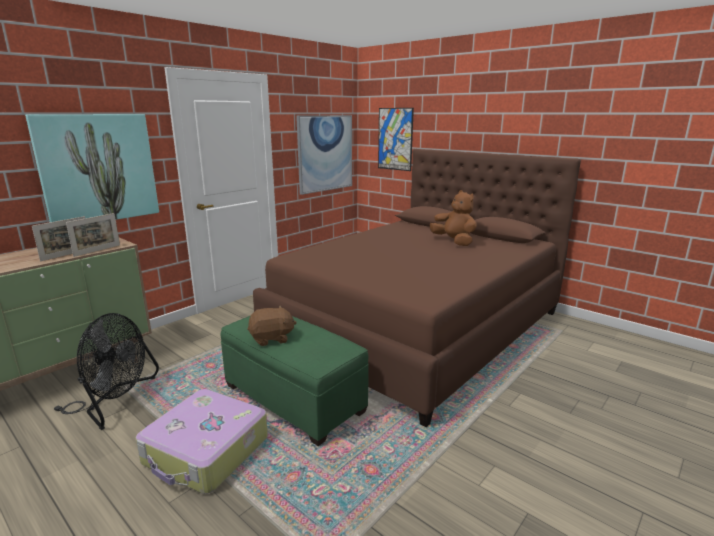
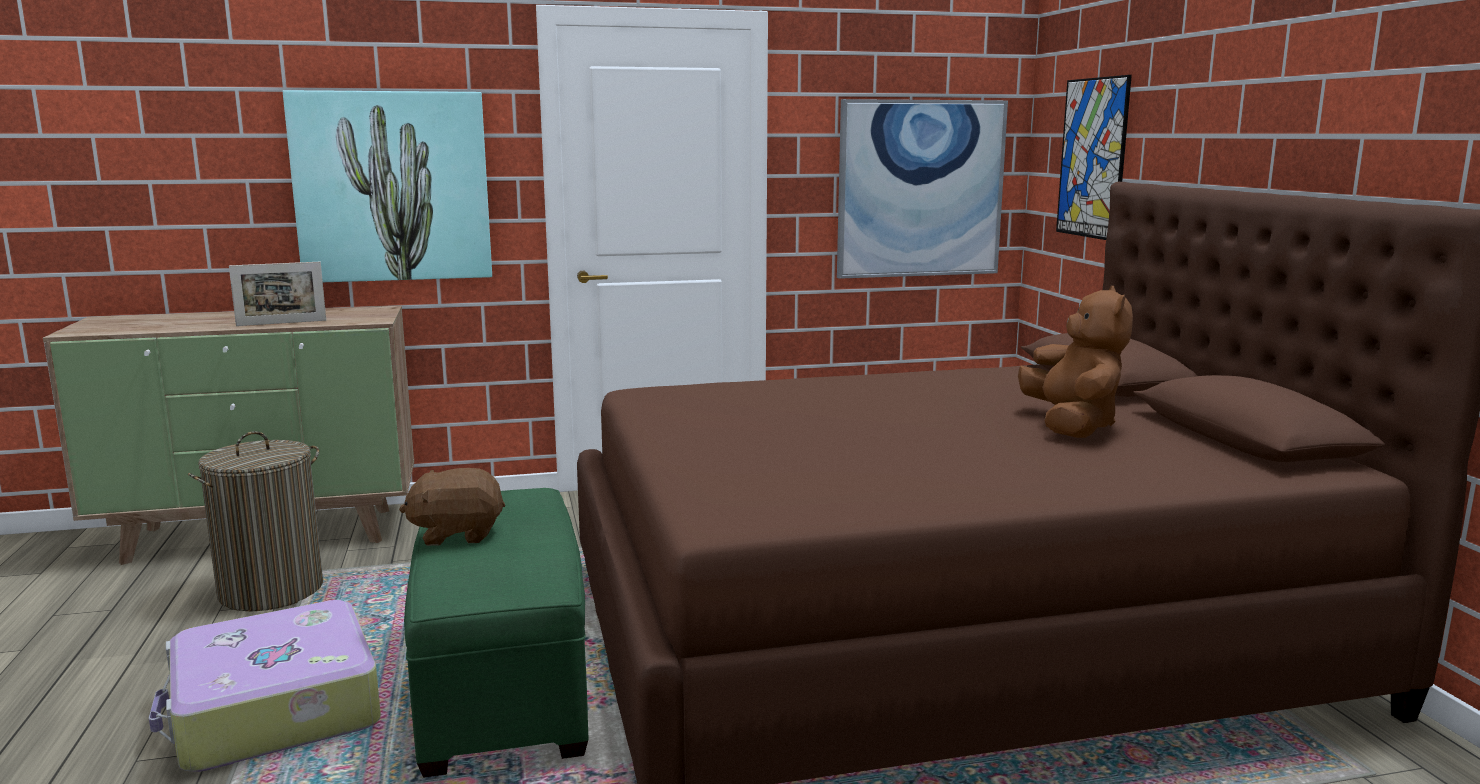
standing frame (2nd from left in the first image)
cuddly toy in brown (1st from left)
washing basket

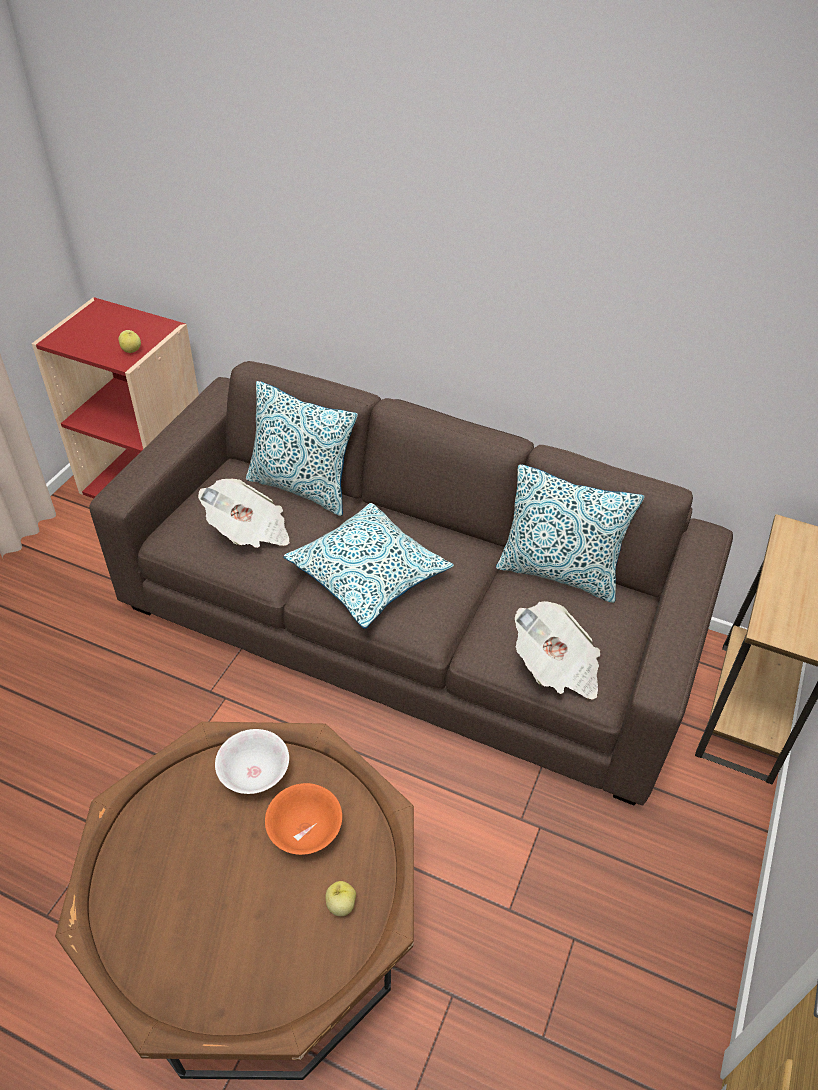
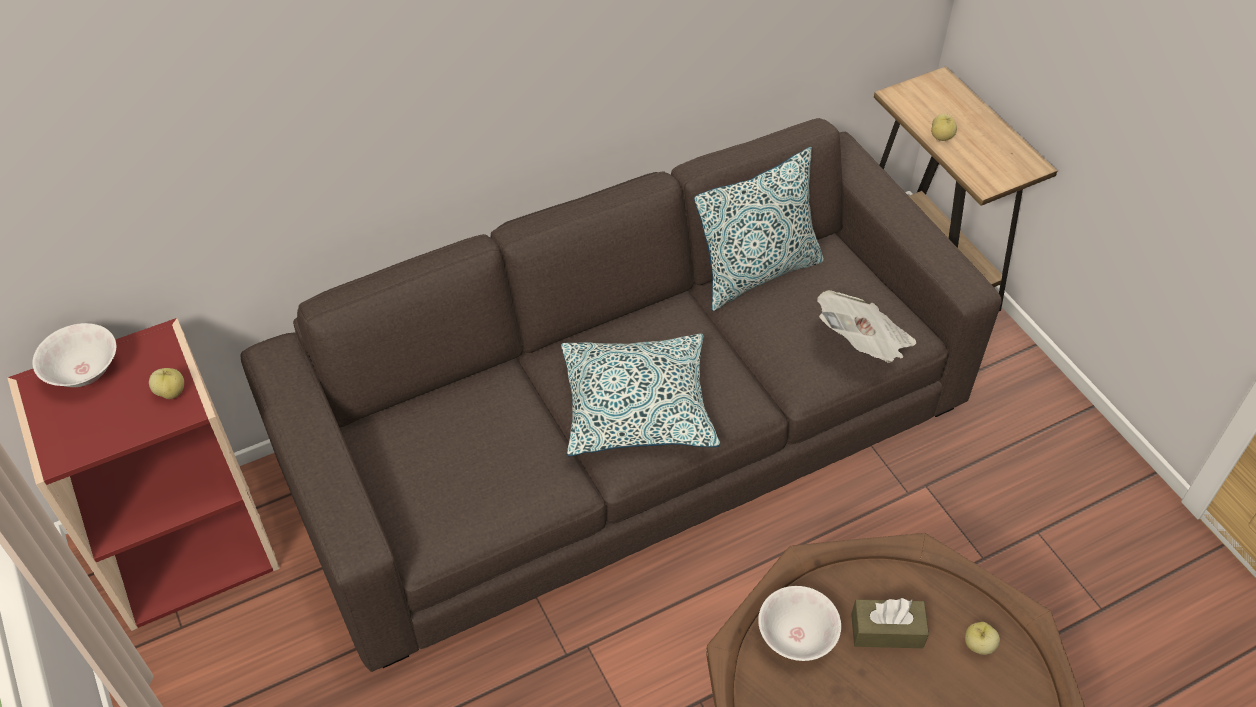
cushion (1st from left in the first image)
printed paper (1st from left in the first image)
tissue box in brown
whole apple (2nd from left)
serving bowl in white-coloured (1st from left)

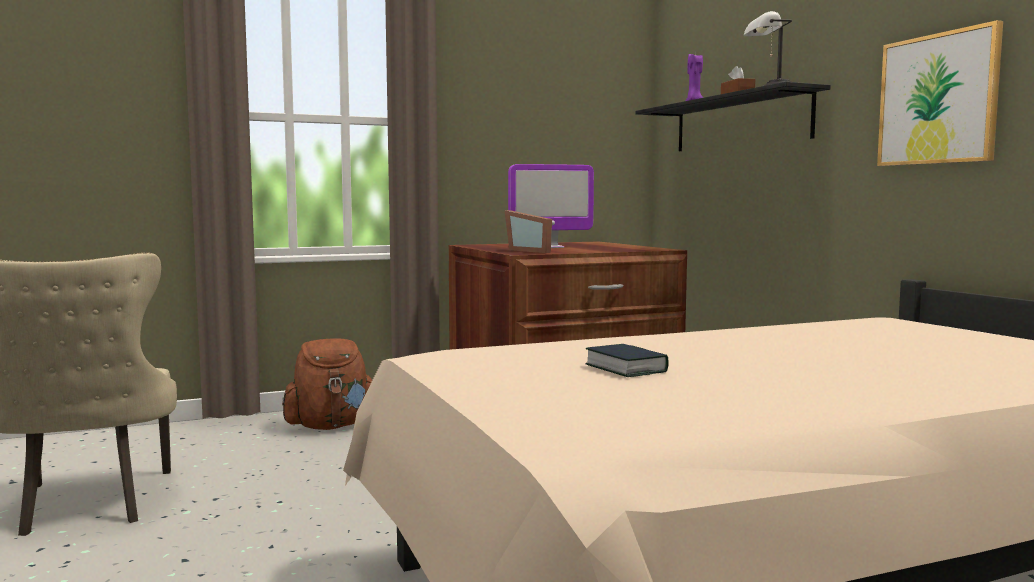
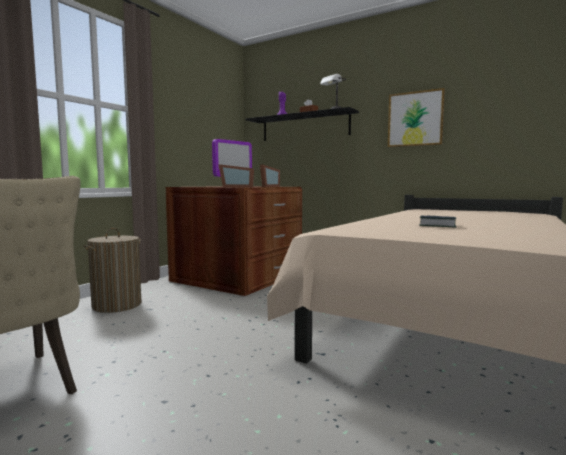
washing basket
standing frame (2nd from left)

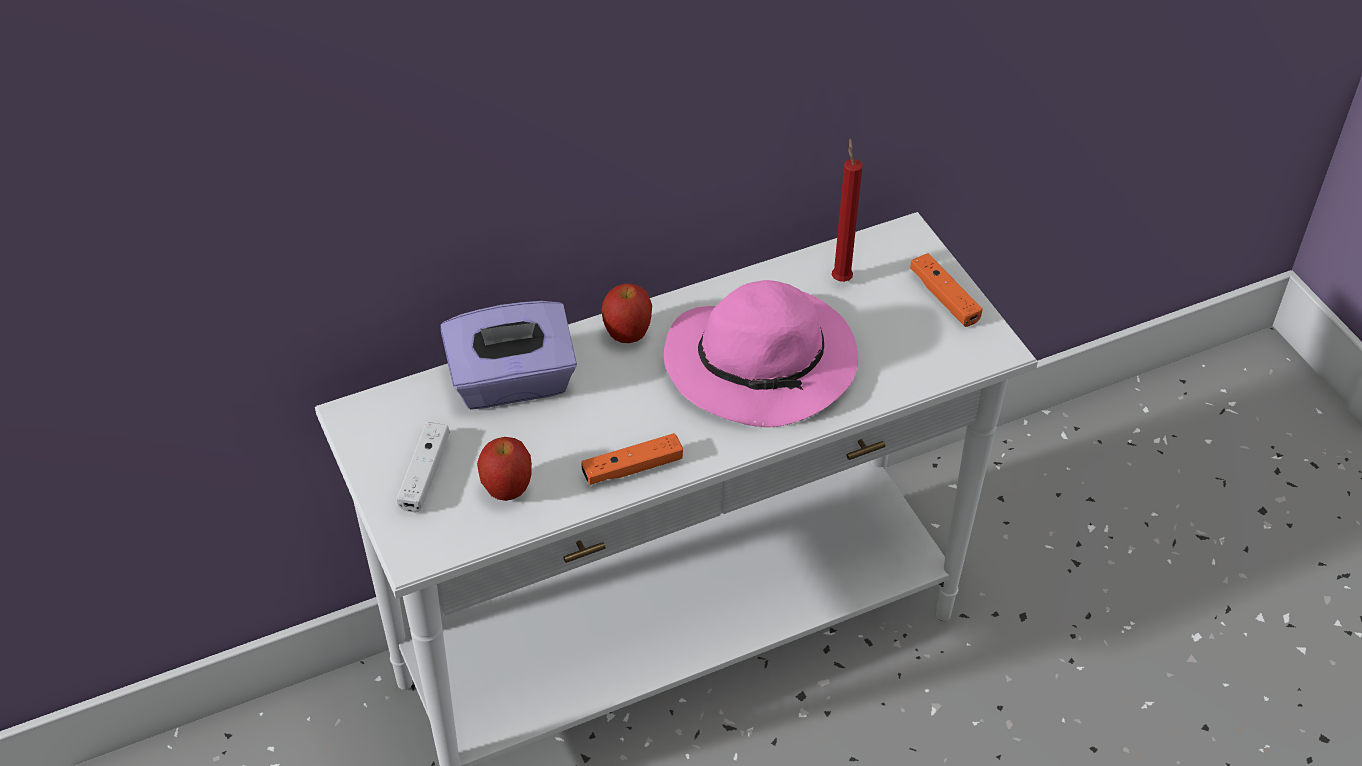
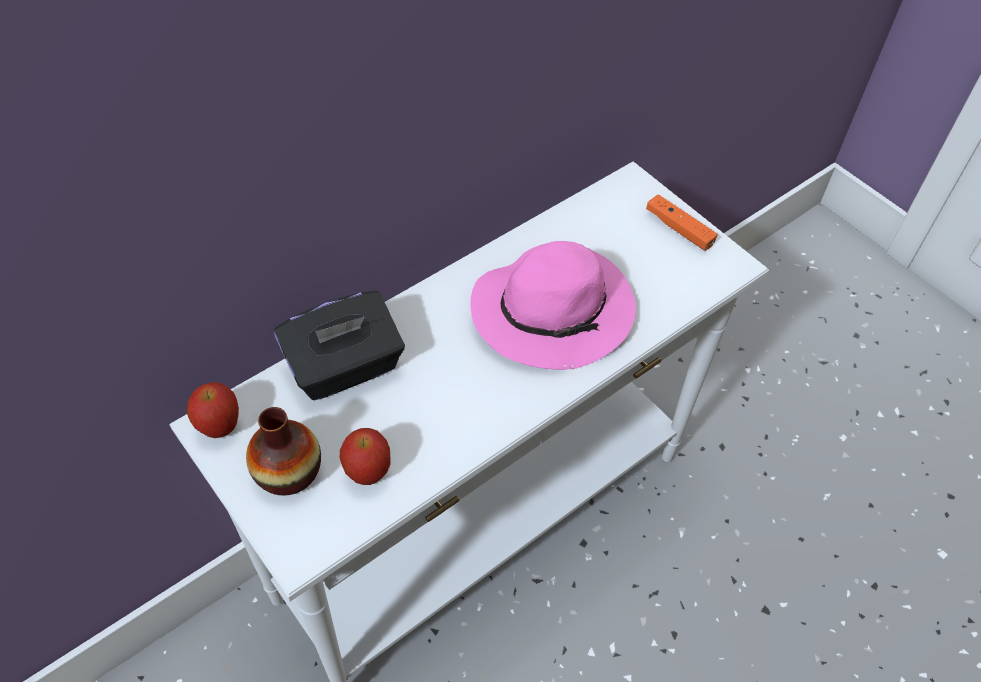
wax candle in reddish
whole apple (1st from left)
tissue box in blackish
vase
joypad in orange-coloured (1st from left in the first image)

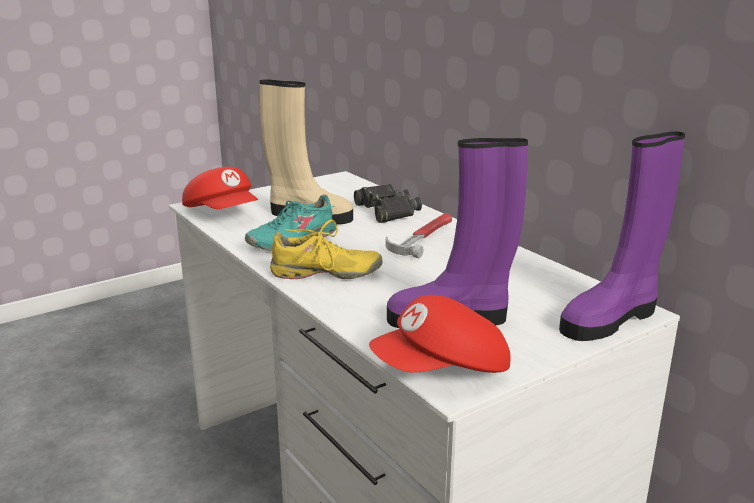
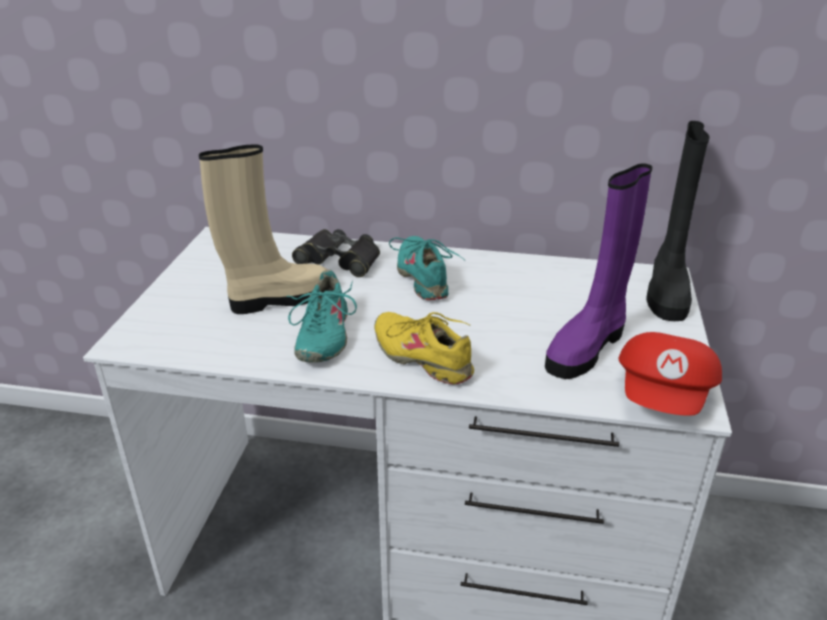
tall boot in blackish
baseball cap in reddish (1st from left in the first image)
shoe in turquoise (2nd from left)
shoe in yellow-coloured

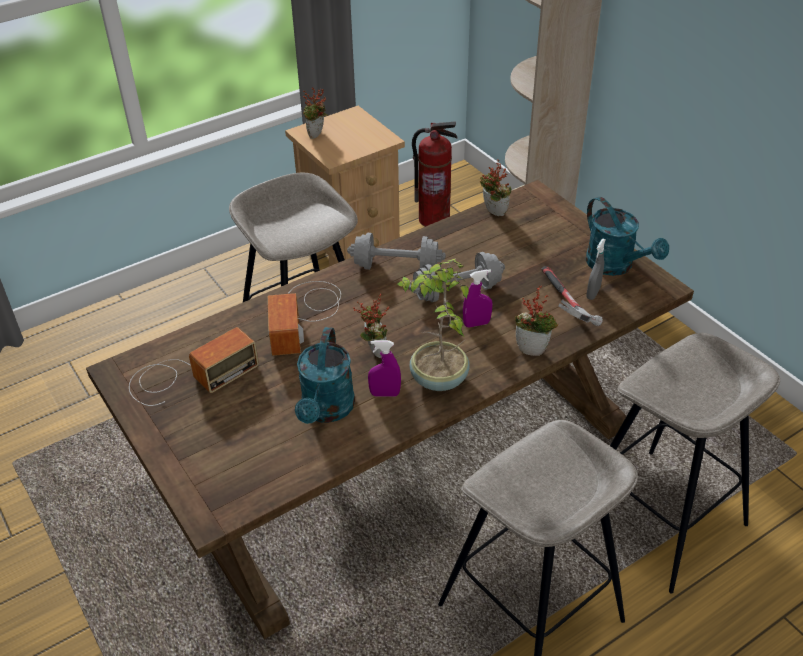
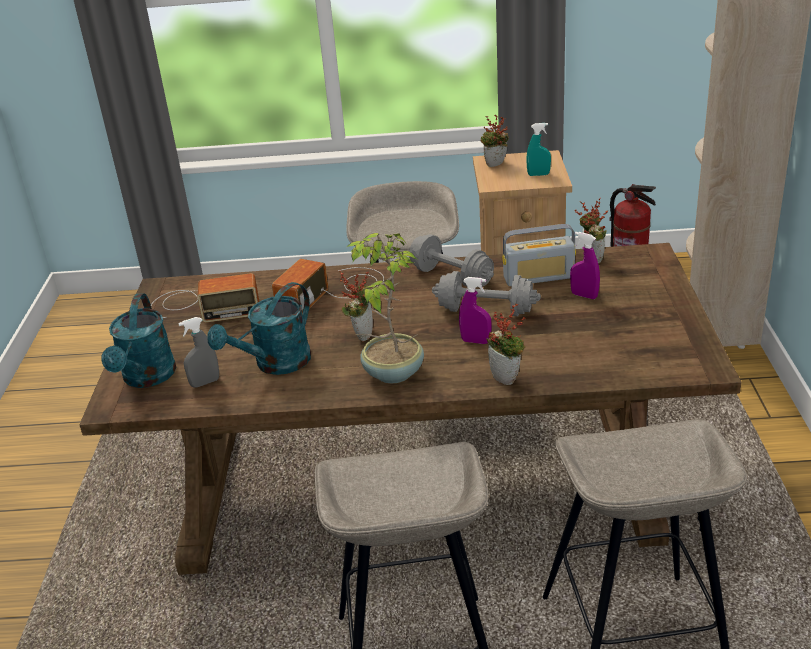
sprinkling can in turquoise (1st from left)
hand sprayer in gray
tool hammer
hand sprayer in purple (2nd from left)
hand sprayer in turquoise
radio receiver (3rd from left)

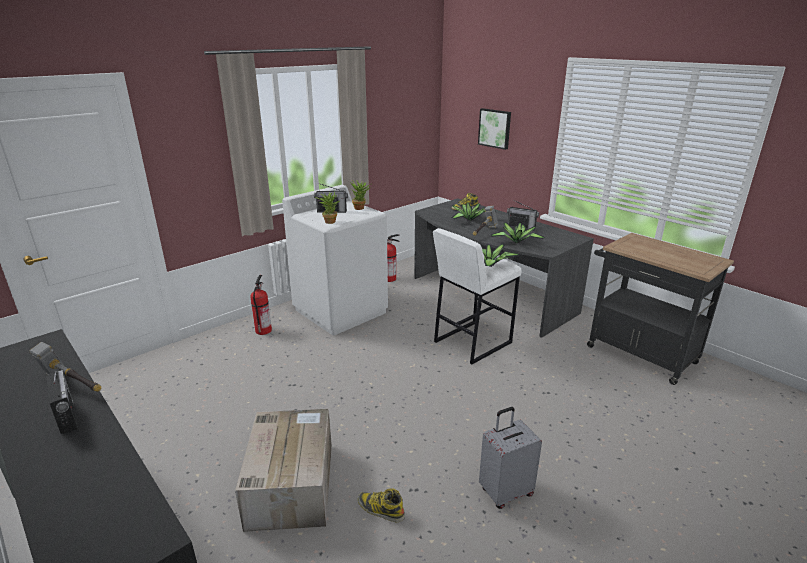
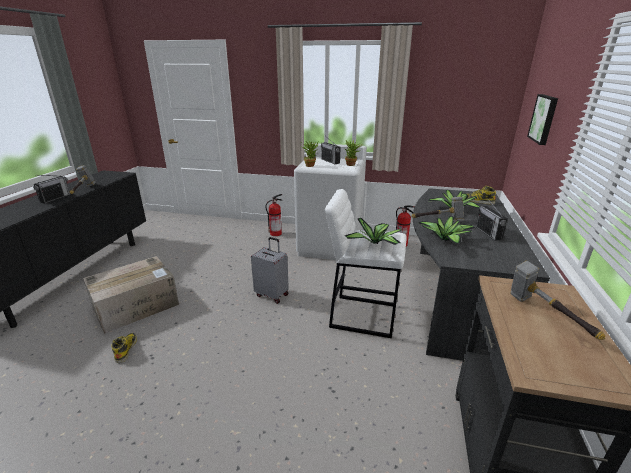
travel case in gray
tool hammer (3rd from left)

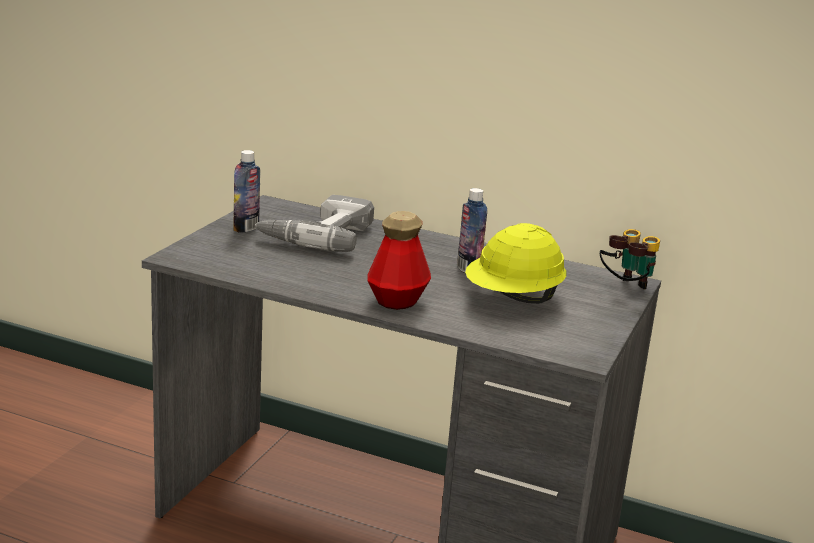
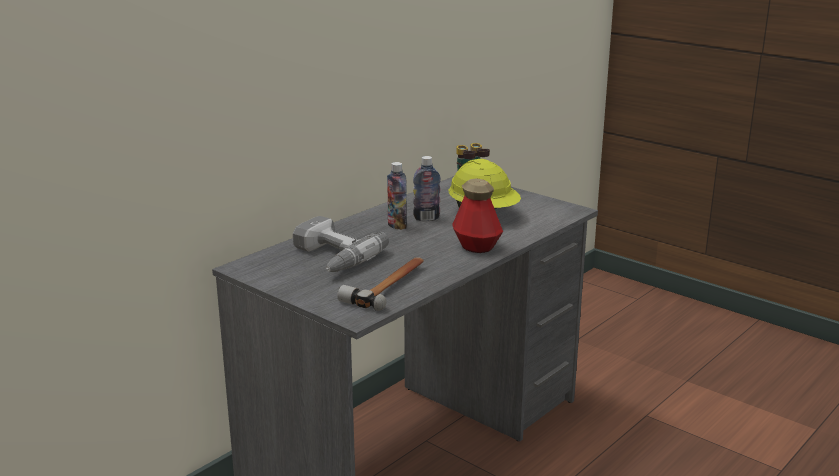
drink bottle (1st from left)
tool hammer

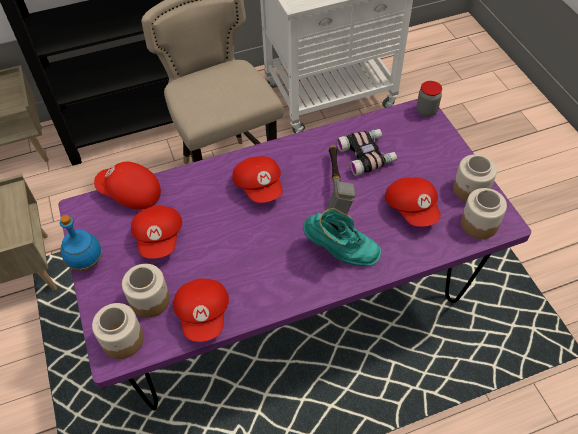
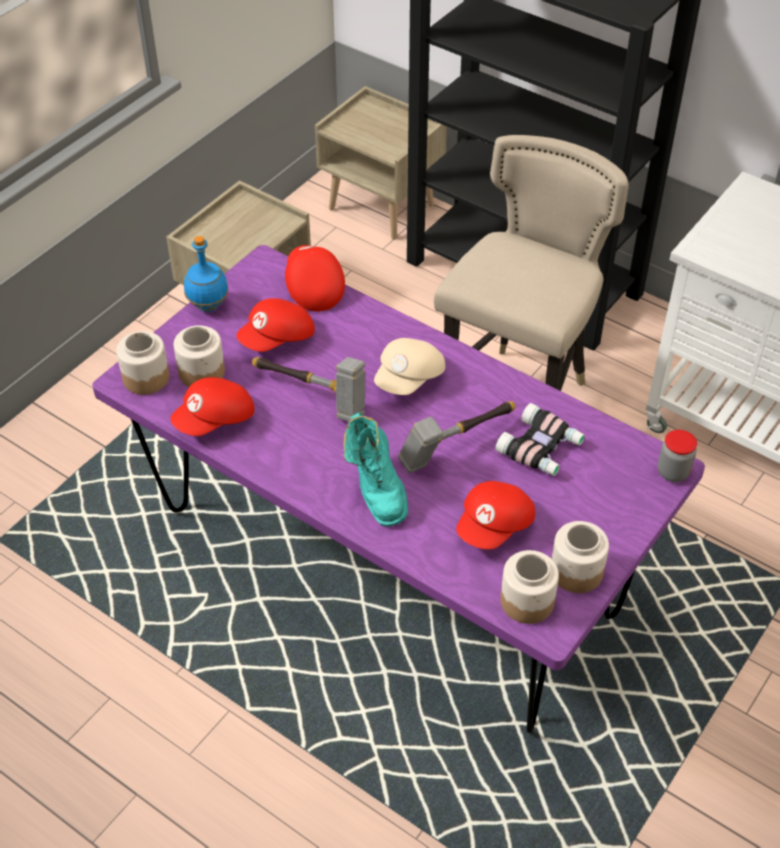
baseball cap in beige
tool hammer (1st from left)

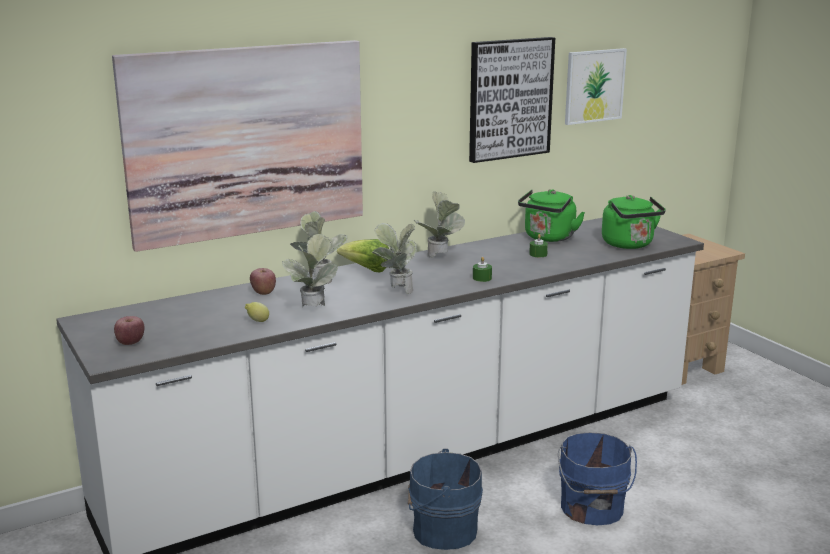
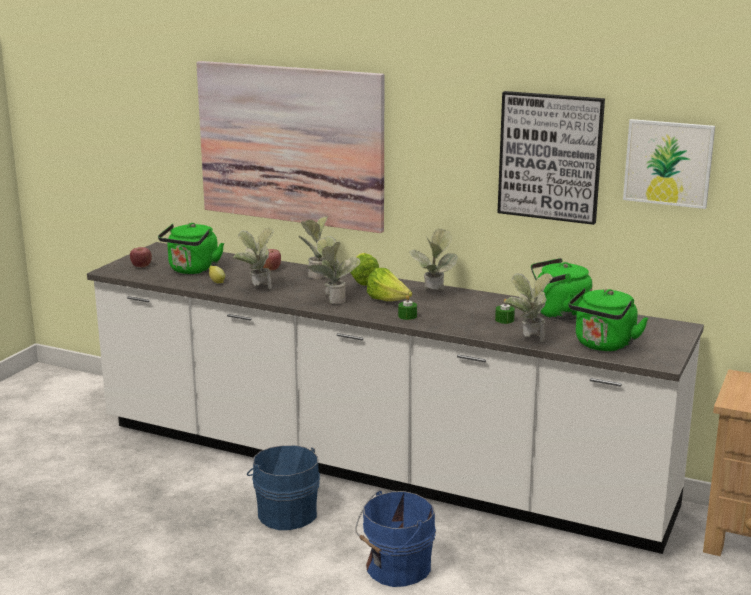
kettle in green-coloured (1st from left)
lettuce head (2nd from left)
plant in a pot (5th from left)

